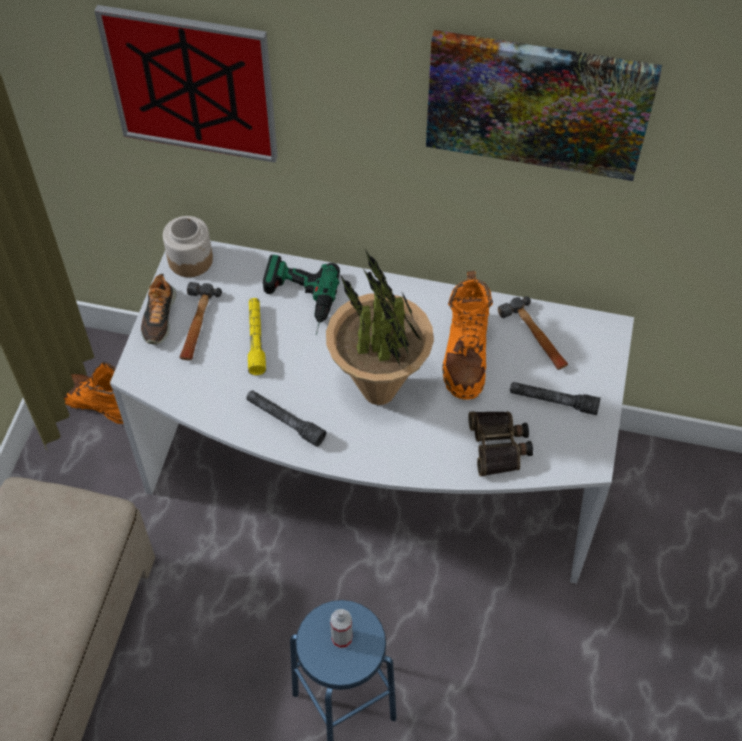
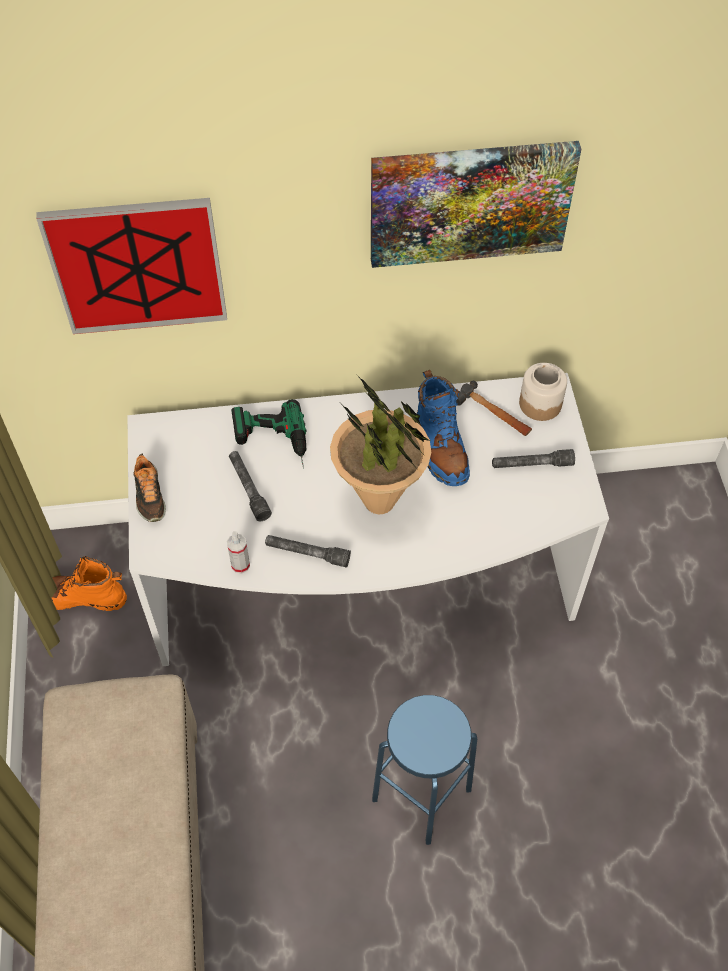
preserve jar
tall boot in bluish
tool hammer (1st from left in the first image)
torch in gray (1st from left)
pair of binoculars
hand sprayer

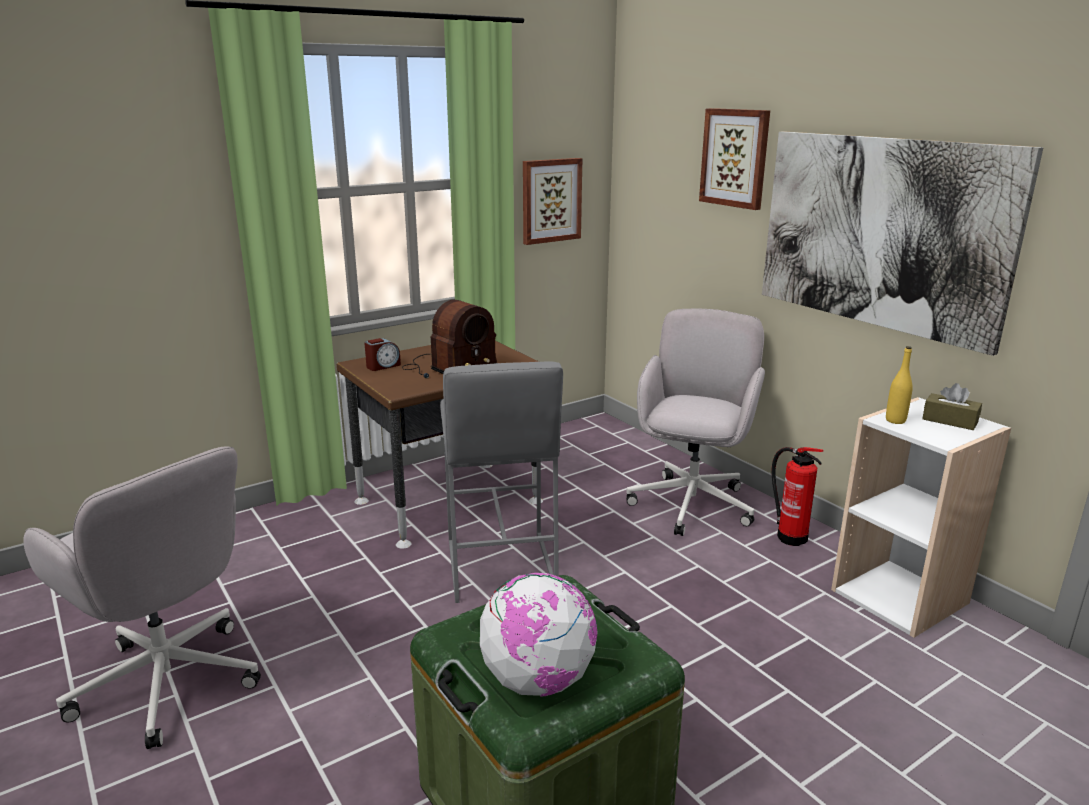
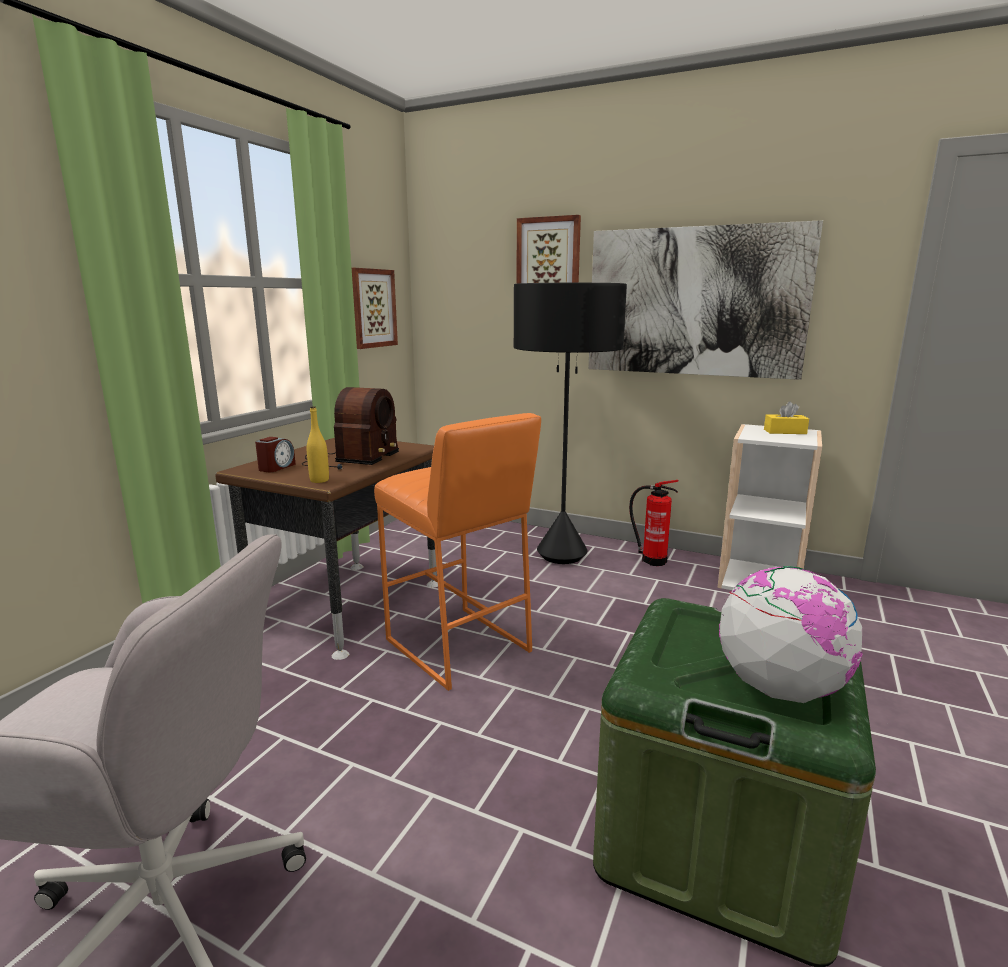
floor lamp in blackish
drink bottle in yellow-coloured
stool in orange-coloured
tissue box in yellow-coloured

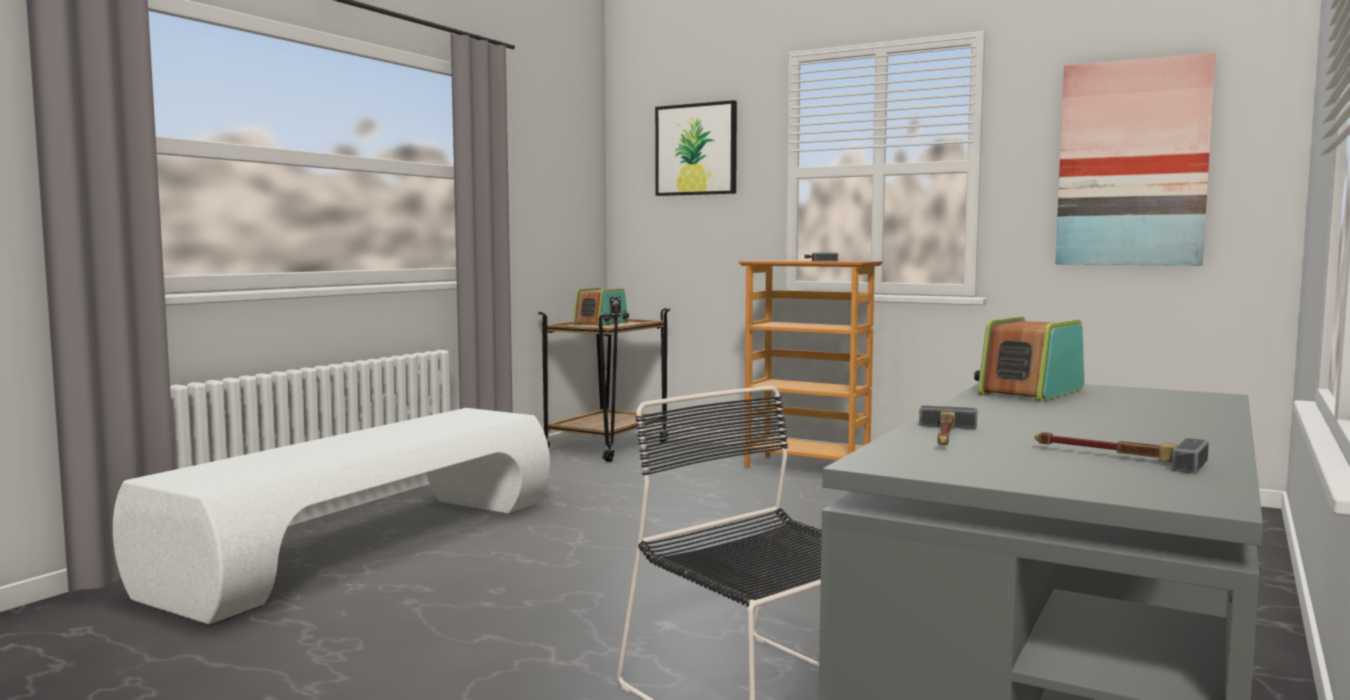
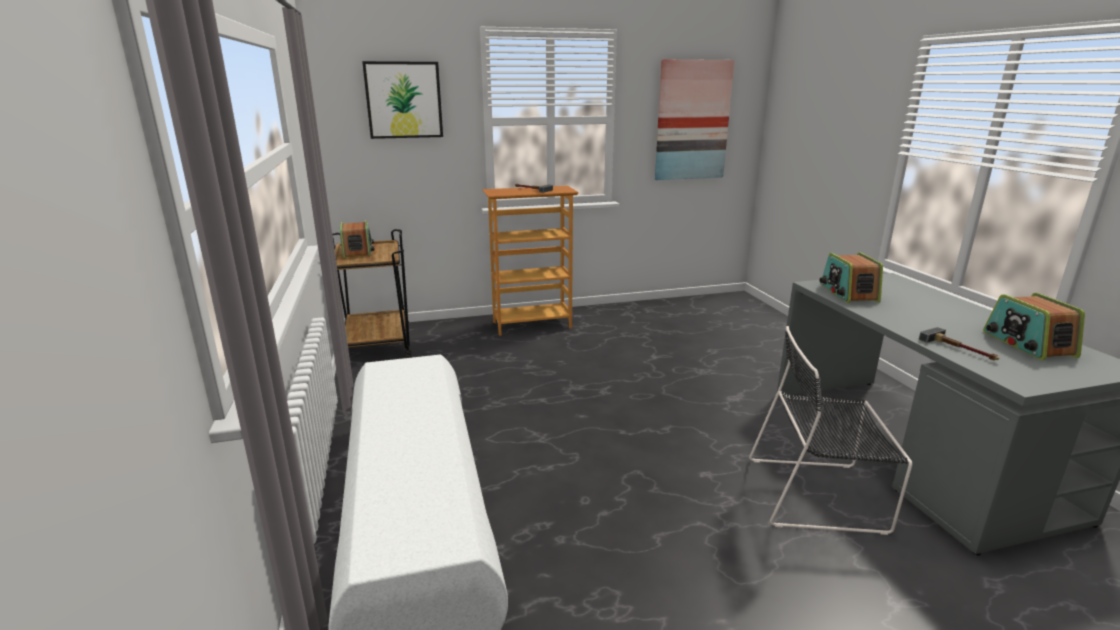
radio receiver (3rd from left)

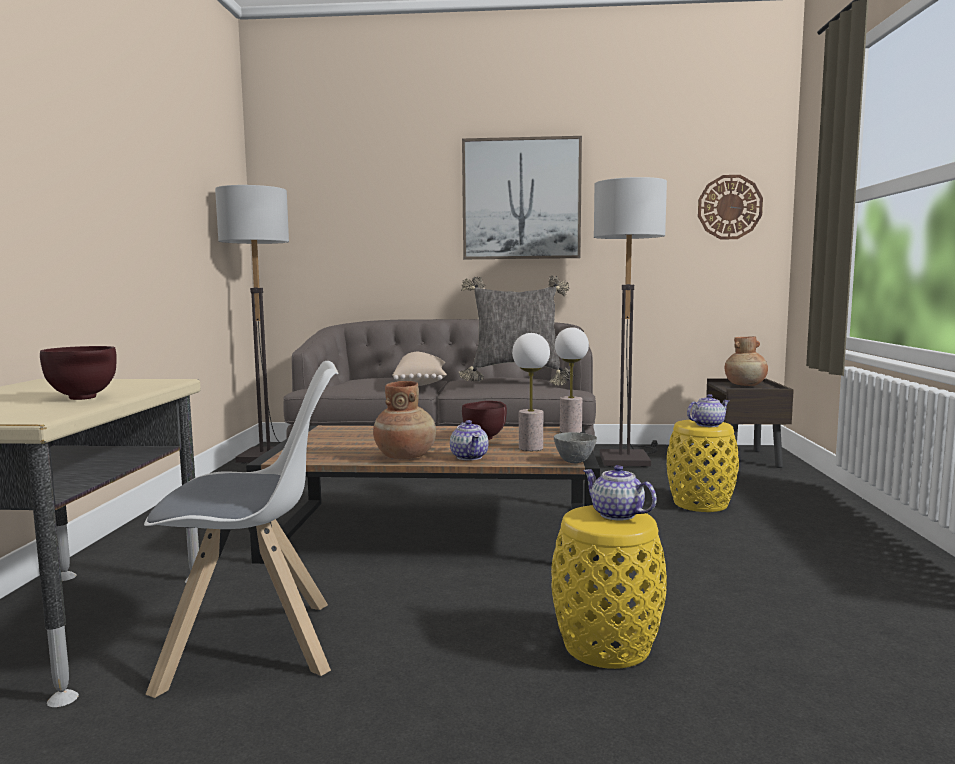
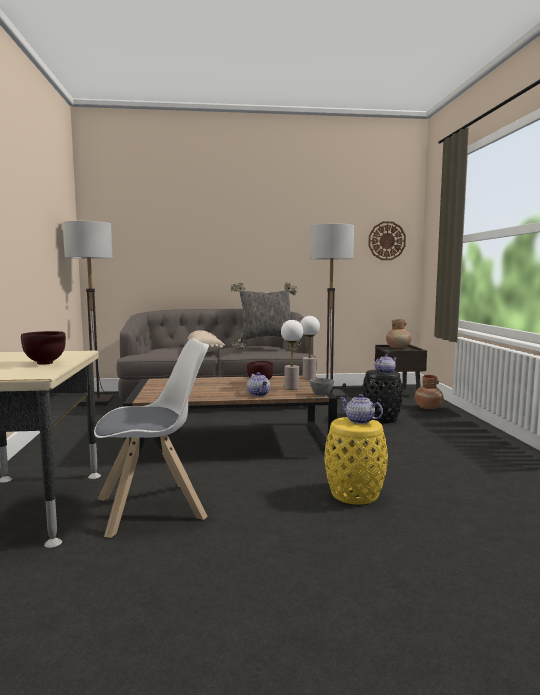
picture
vase in brown (2nd from left)
stool in blackish

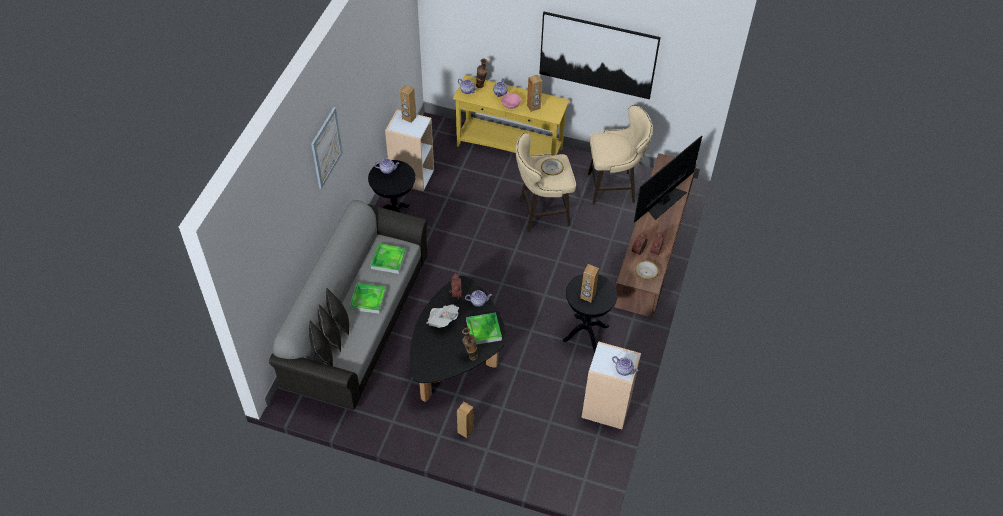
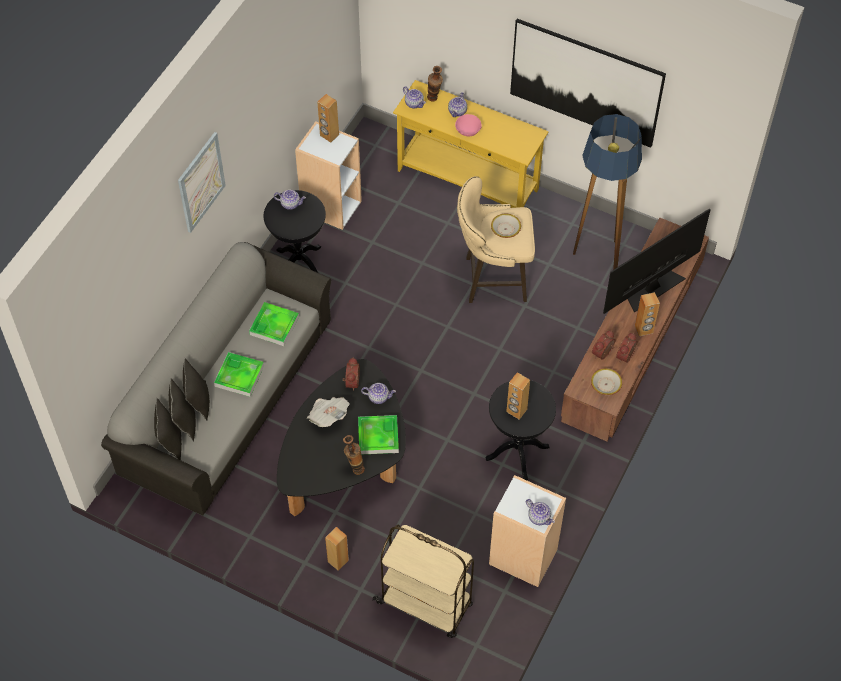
audio speaker in brown (4th from left)
floor lamp
cart in beige

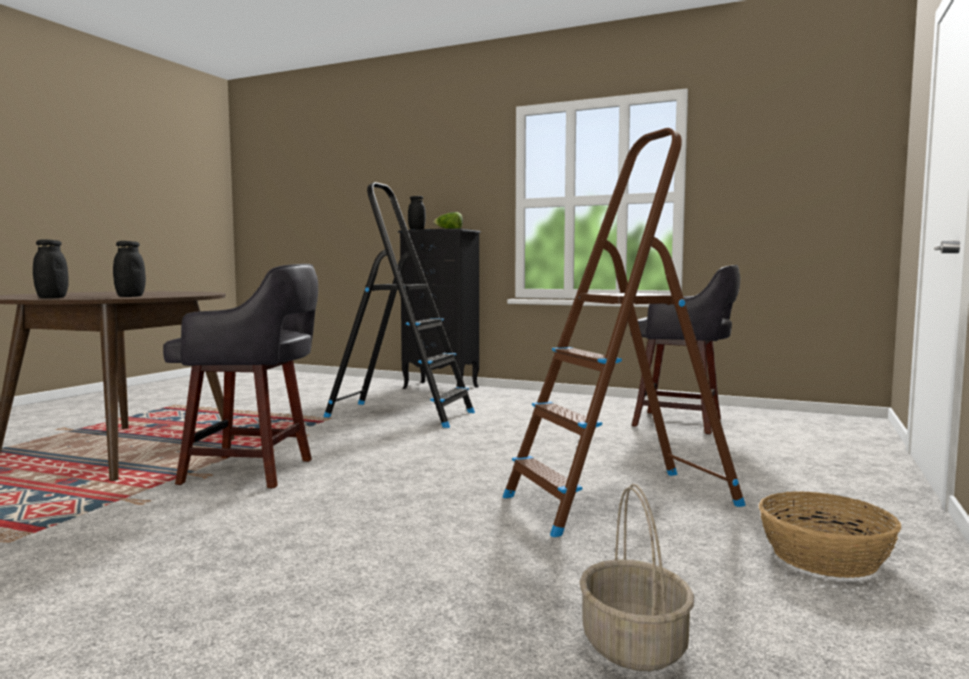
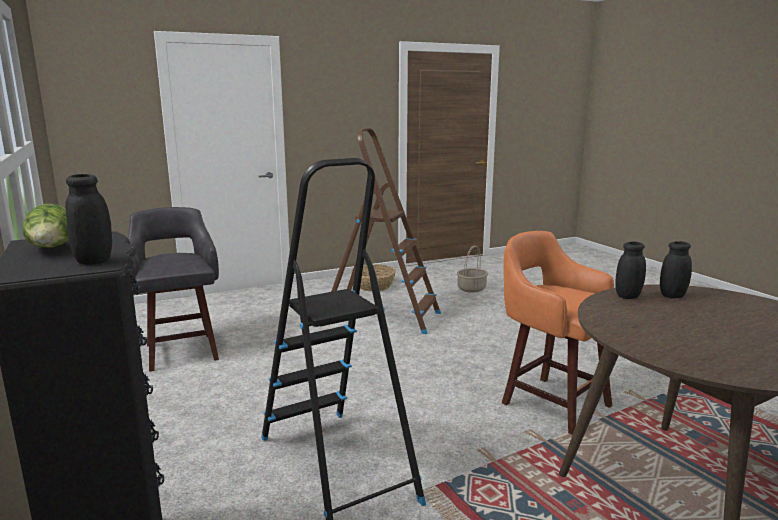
preserve jar in blackish (2nd from left)
stool in orange-coloured

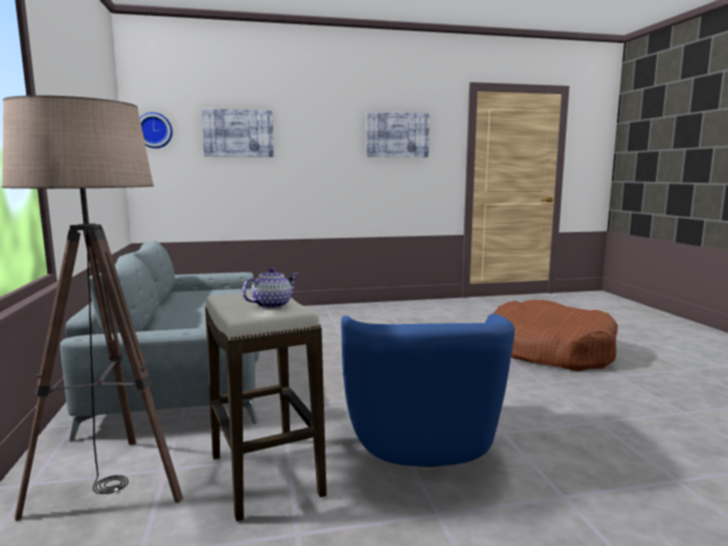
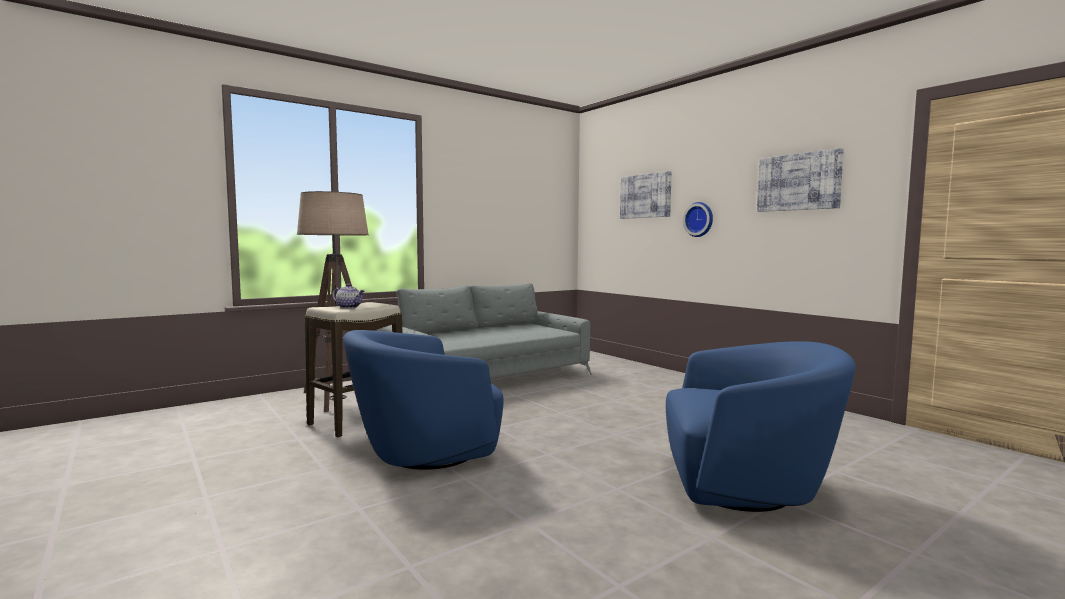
wall clock
easy chair in bluish (2nd from left)

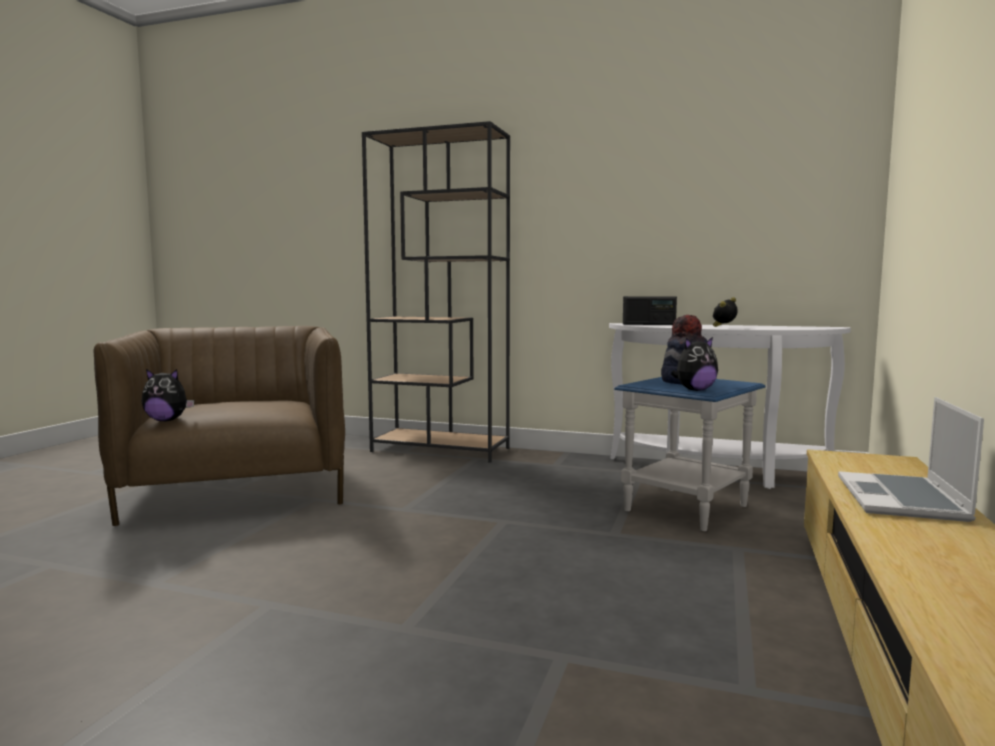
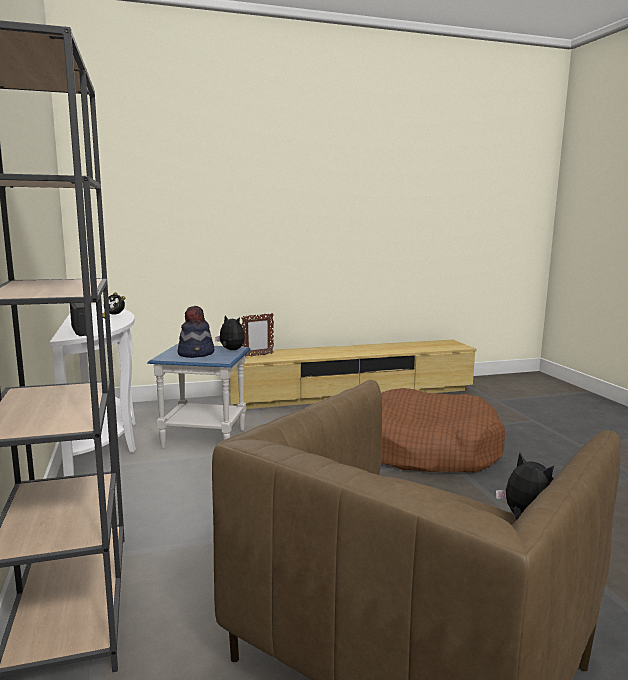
portable computer
standing frame
dog bed in brown

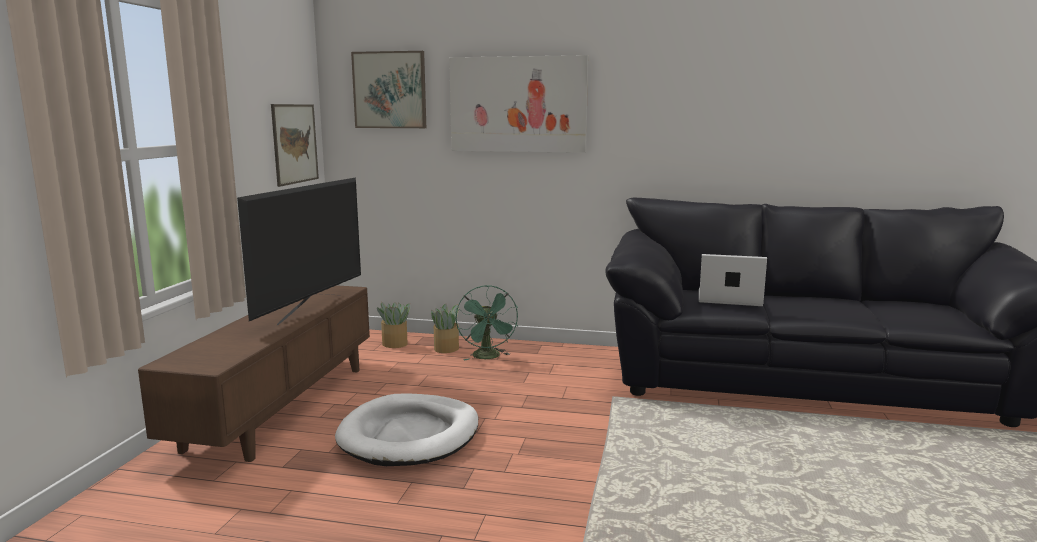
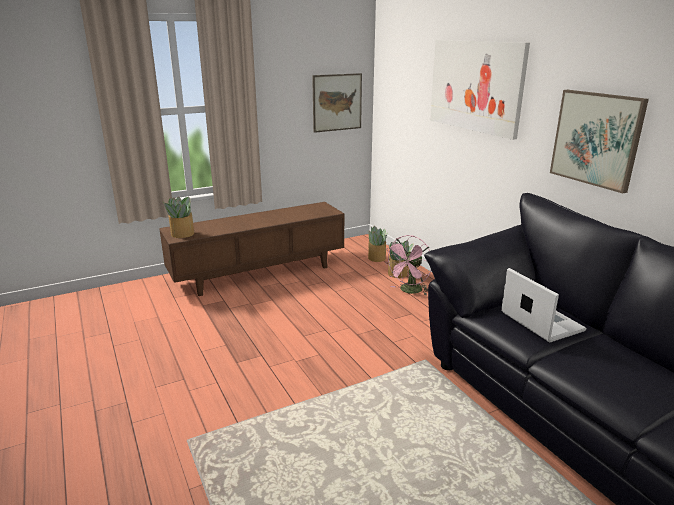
picture (3rd from left)
TV
cooling fan in pink-coloured
dog bed in white-coloured
plant in a pot (1st from left)

